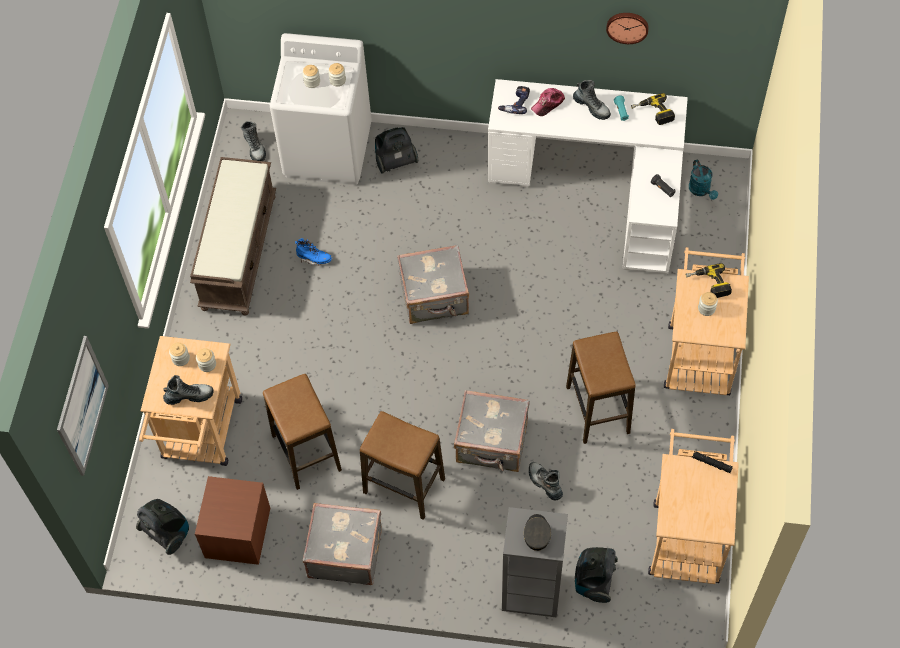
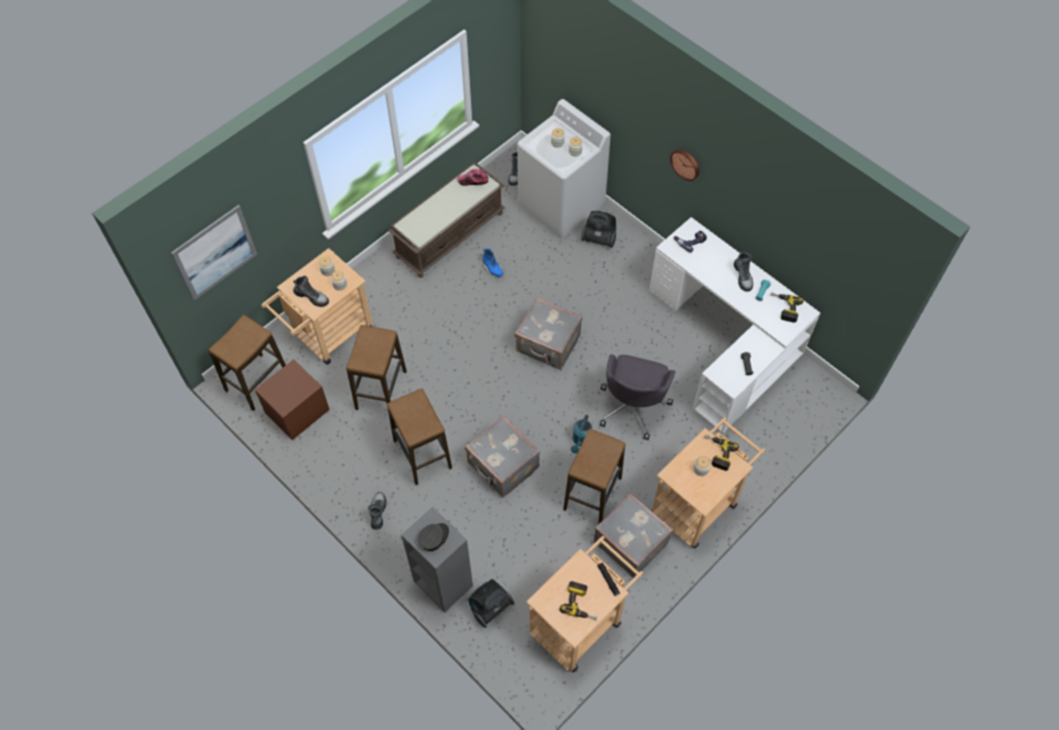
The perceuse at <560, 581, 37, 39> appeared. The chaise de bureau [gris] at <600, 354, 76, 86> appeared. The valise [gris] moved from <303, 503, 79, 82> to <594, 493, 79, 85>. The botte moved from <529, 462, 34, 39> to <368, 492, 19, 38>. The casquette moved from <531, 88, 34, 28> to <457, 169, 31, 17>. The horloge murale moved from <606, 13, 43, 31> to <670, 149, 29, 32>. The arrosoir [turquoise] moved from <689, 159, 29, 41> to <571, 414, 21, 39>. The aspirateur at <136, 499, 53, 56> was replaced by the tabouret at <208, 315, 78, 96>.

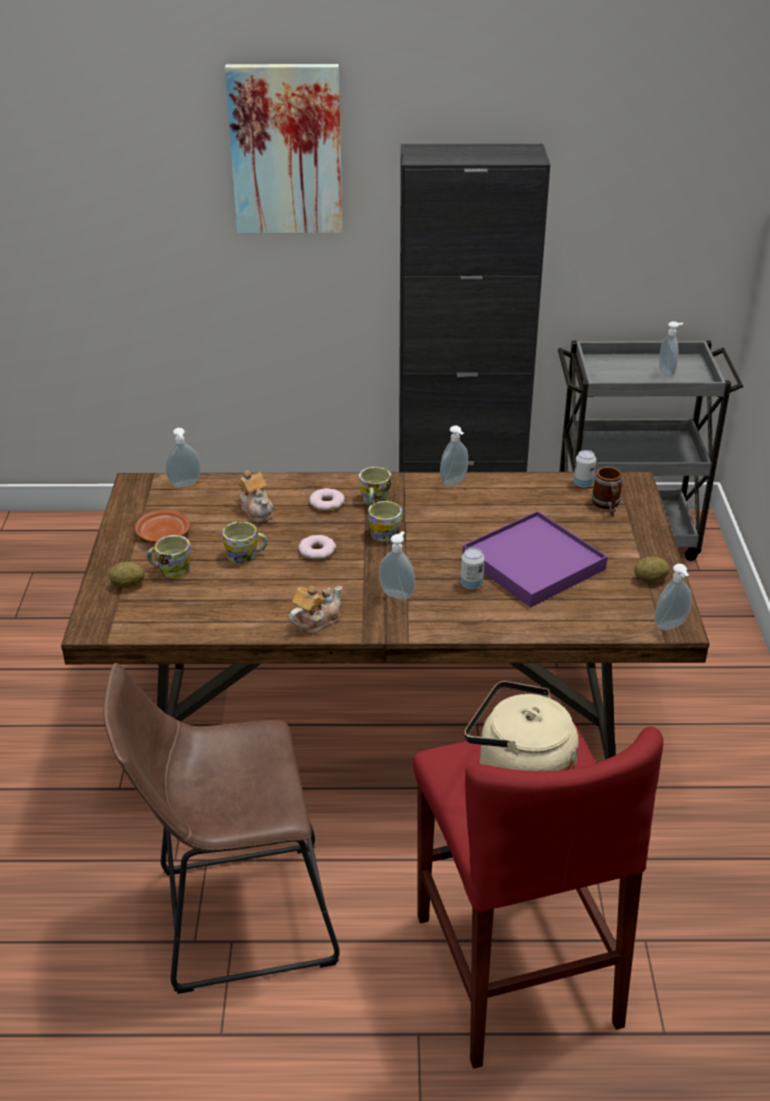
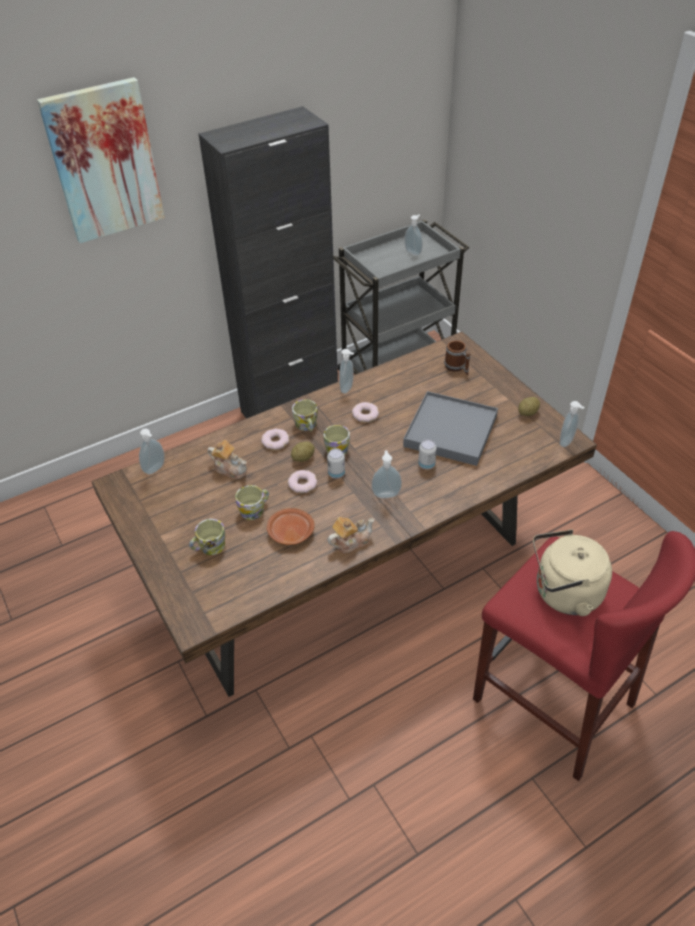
The tabouret [marron] at <104, 663, 236, 331> disappeared. The beignet at <352, 402, 27, 20> appeared. The pomme de terre moved from <108, 562, 37, 26> to <291, 441, 24, 21>. The assiette [marron] moved from <135, 510, 55, 33> to <267, 508, 48, 37>. The boîte métallique moved from <574, 450, 22, 38> to <327, 448, 18, 31>. The plateau [violet] at <462, 511, 146, 96> became the plateau [gris] at <403, 391, 95, 75>. The théière at <289, 586, 53, 48> turned 45 degrees clockwise.

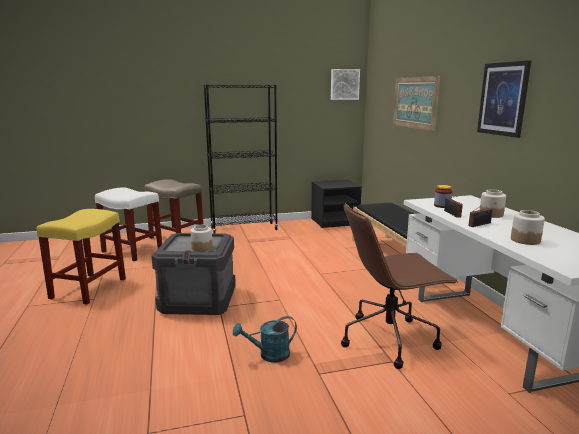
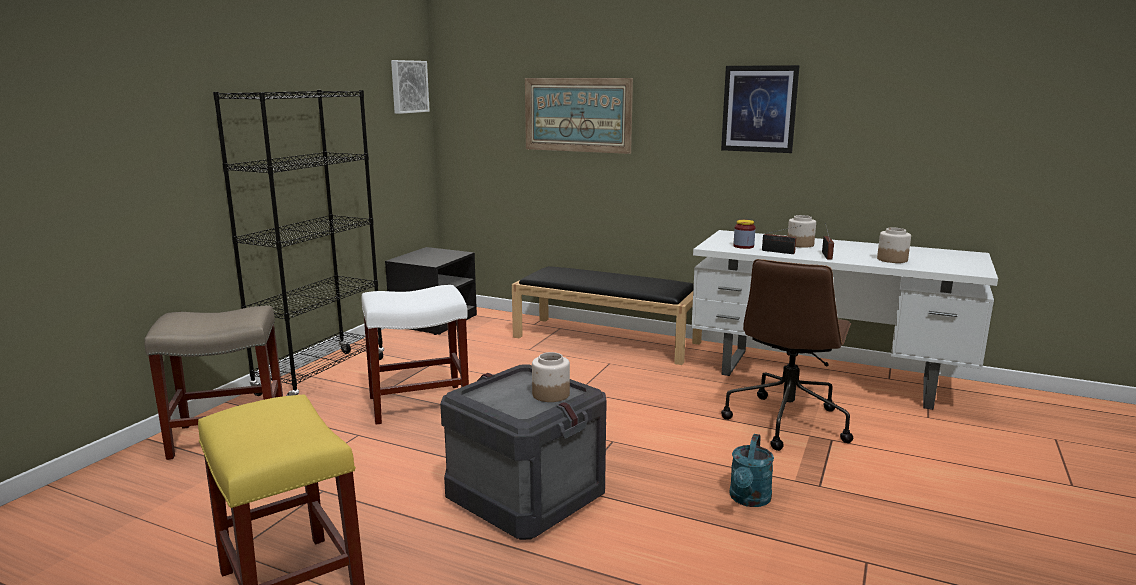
The tabouret [blanc] moved from <95, 188, 67, 73> to <361, 285, 108, 140>.

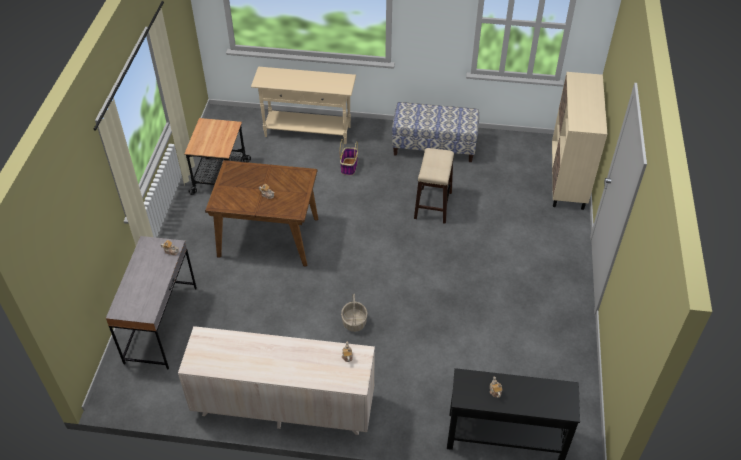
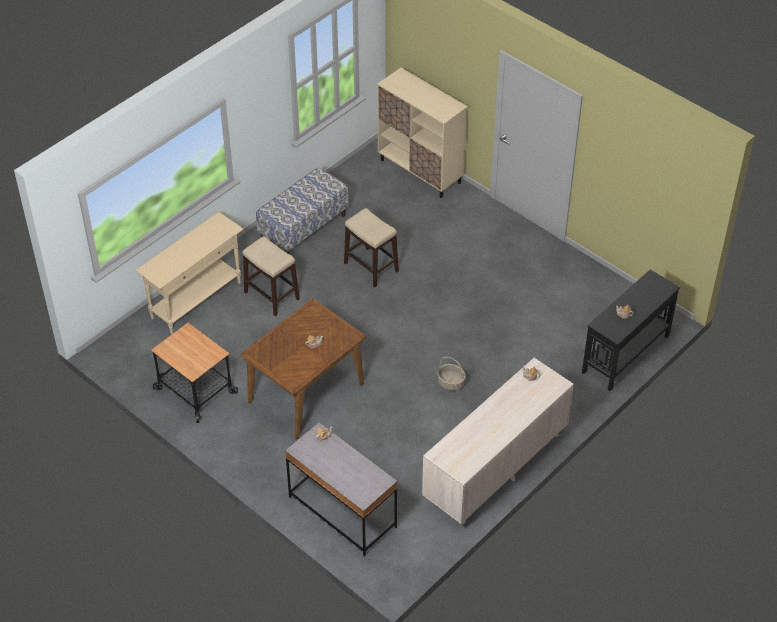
The panier at <340, 139, 18, 36> was replaced by the tabouret at <242, 236, 58, 80>.

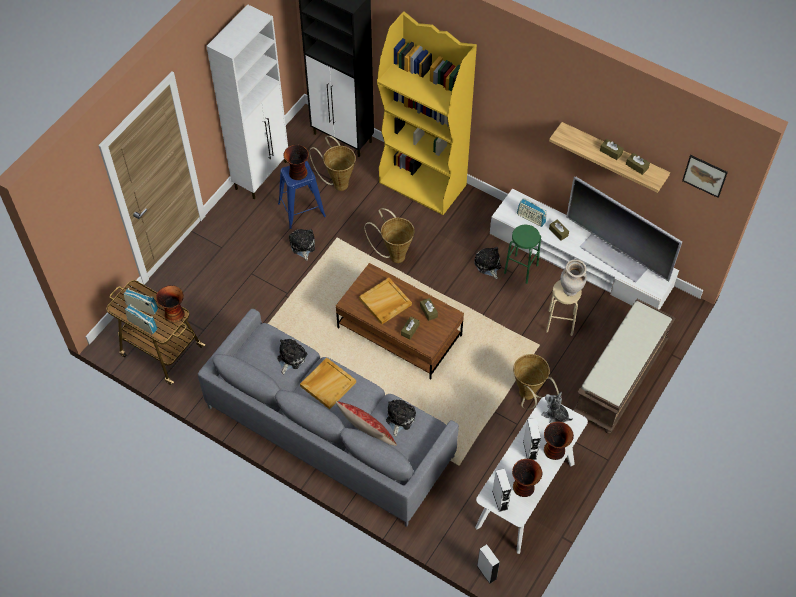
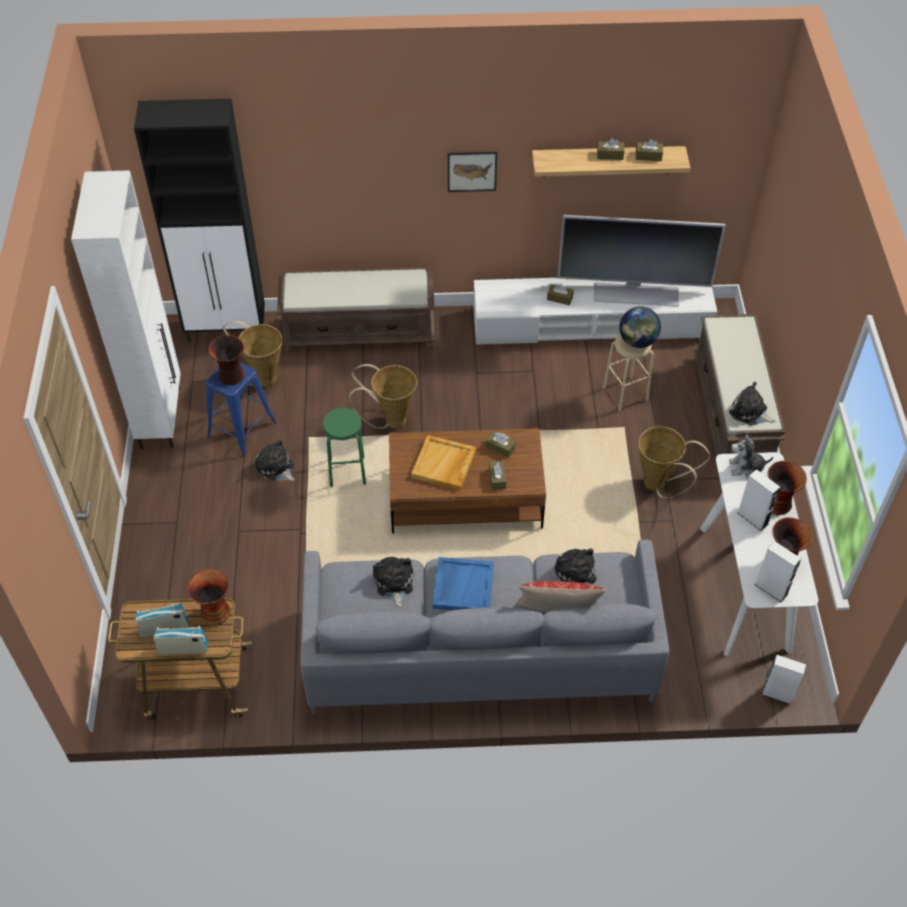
The radio at <517, 198, 30, 29> disappeared. The peluche moved from <474, 247, 27, 32> to <729, 382, 46, 44>. The tabouret [vert] moved from <504, 225, 37, 59> to <323, 408, 43, 79>. The tableau moved from <682, 155, 46, 43> to <448, 151, 49, 41>. The bibliothèque [jaune] at <377, 11, 100, 204> was replaced by the banc [marron] at <277, 267, 158, 85>. The vase [beige] at <560, 259, 27, 37> was replaced by the globe at <619, 306, 42, 42>. The plateau [beige] at <300, 358, 56, 51> became the plateau [bleu] at <433, 557, 61, 53>.

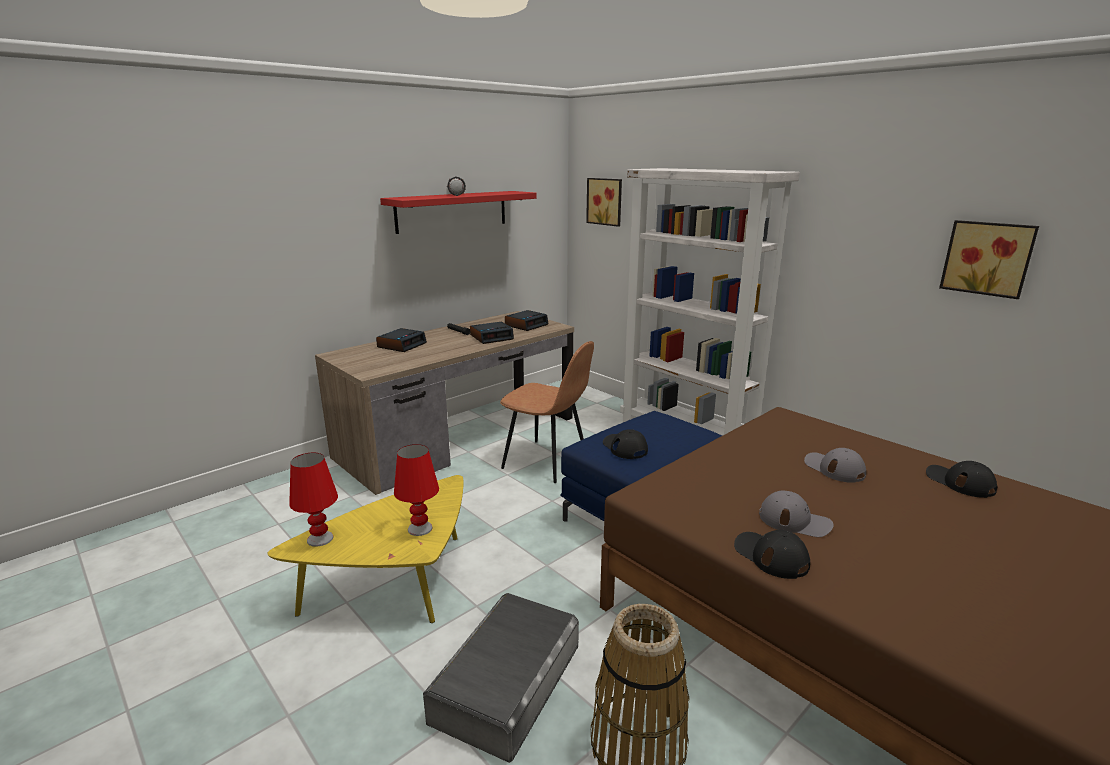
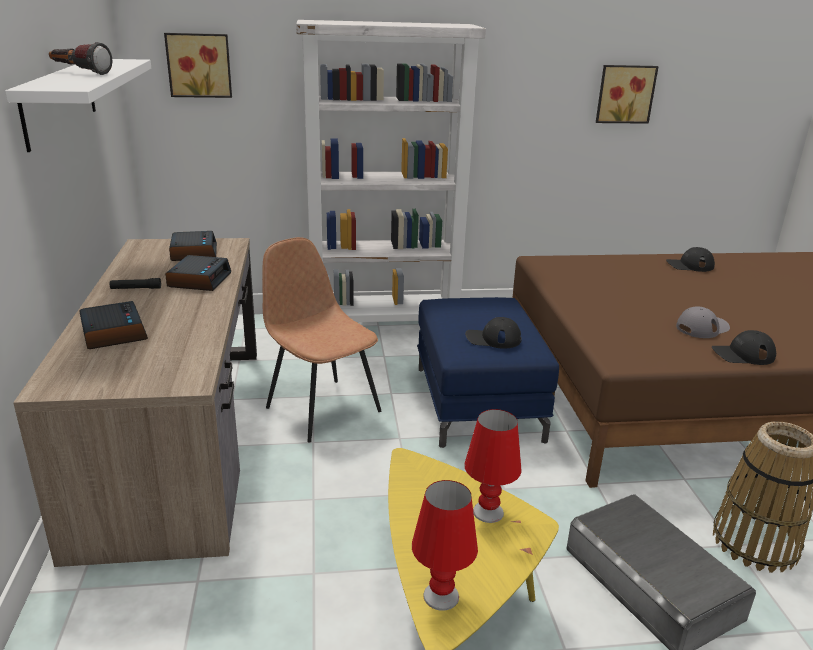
The casquette [gris] at <804, 448, 62, 35> disappeared. The étagère [rouge] at <380, 191, 157, 43> became the étagère [blanc] at <5, 59, 146, 93>. The chaise [marron] at <500, 341, 94, 142> turned 105 degrees counterclockwise.

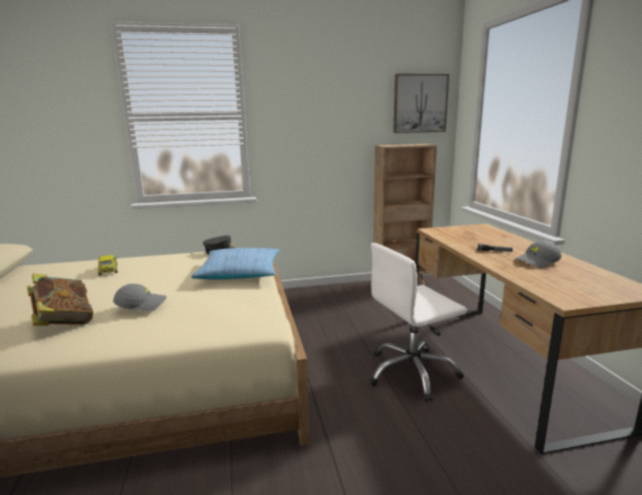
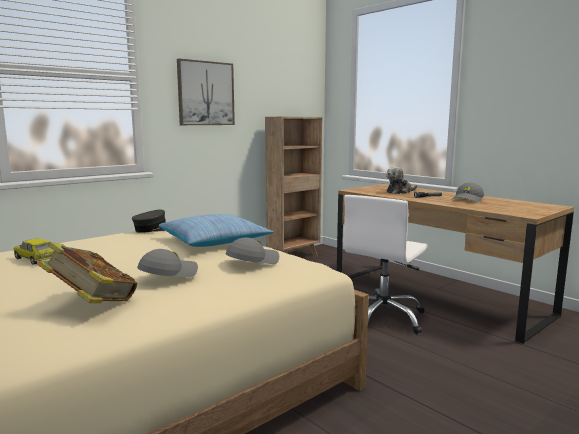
The casquette [gris] at <226, 237, 53, 27> appeared. The peluche at <386, 167, 31, 27> appeared. The tableau moved from <393, 74, 56, 59> to <177, 59, 58, 66>.

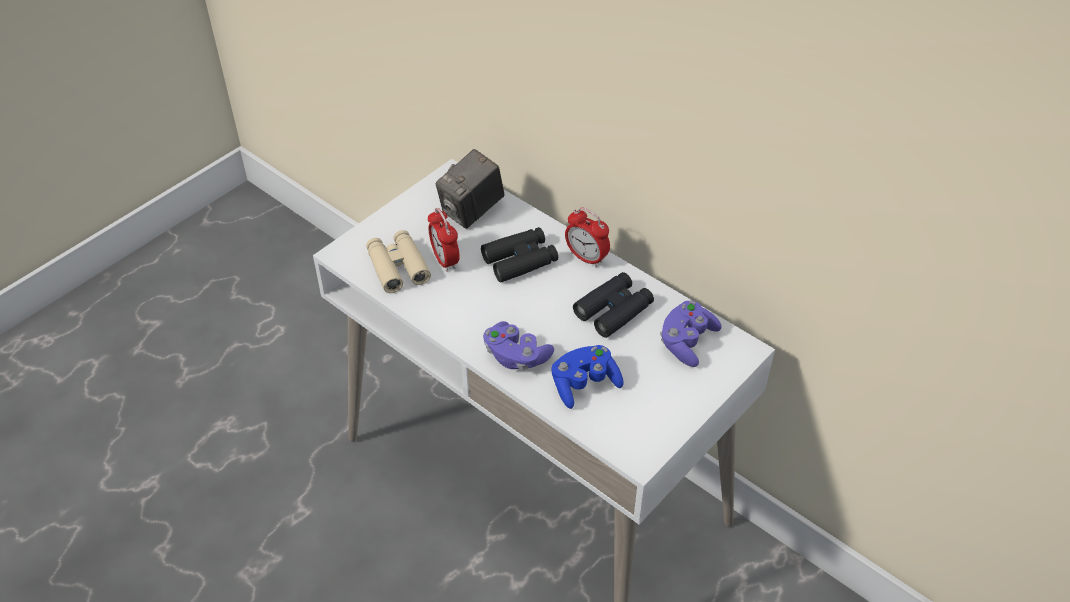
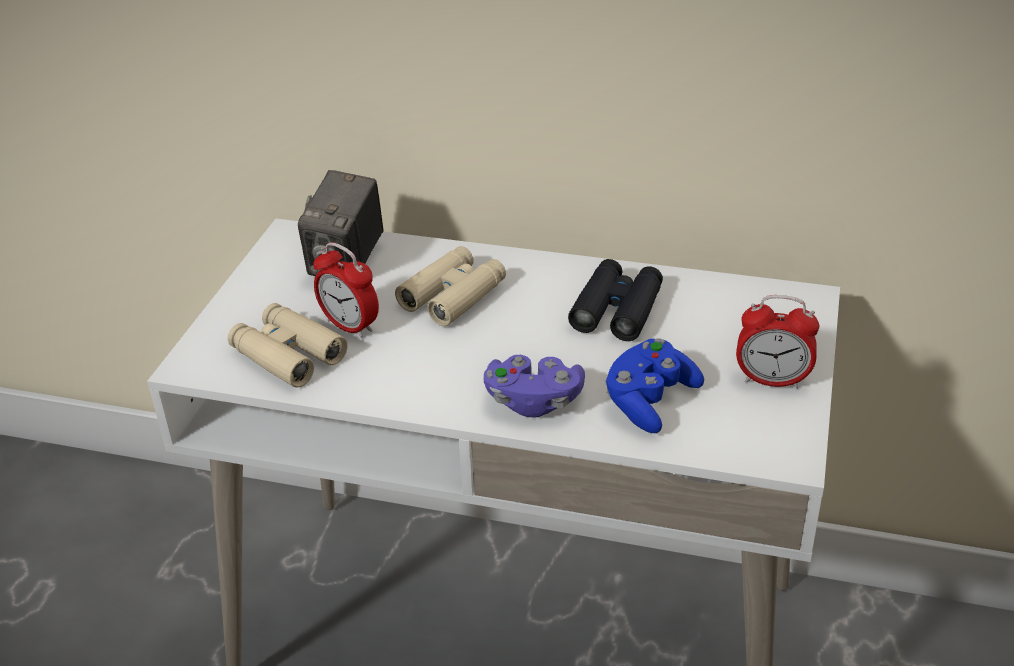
The manette [violet] at <660, 301, 62, 66> disappeared. The réveil moved from <565, 207, 45, 60> to <736, 295, 83, 94>. The jumelles [noir] at <481, 227, 77, 56> became the jumelles [beige] at <395, 246, 111, 80>.

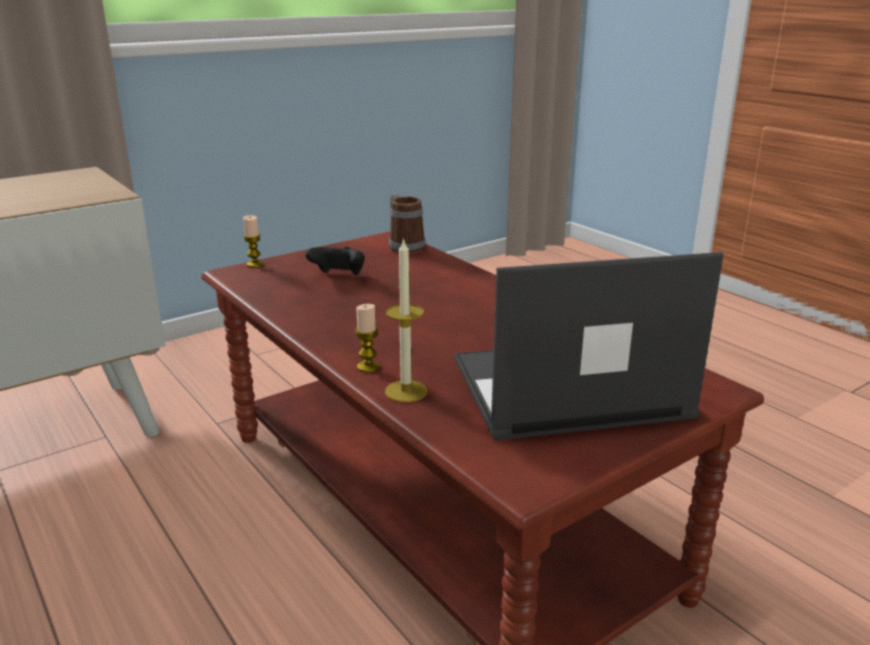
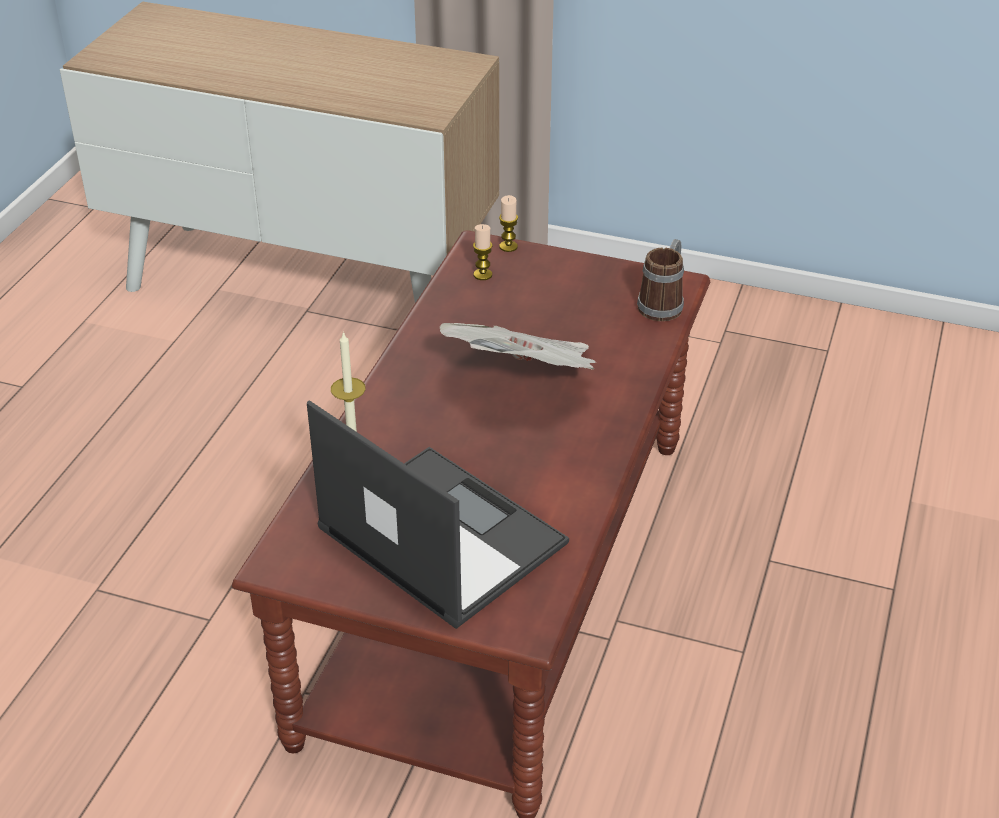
The manette [noir] at <305, 247, 60, 28> disappeared. The journal at <440, 323, 156, 46> appeared. The bougie moved from <355, 304, 24, 68> to <473, 224, 19, 56>.

